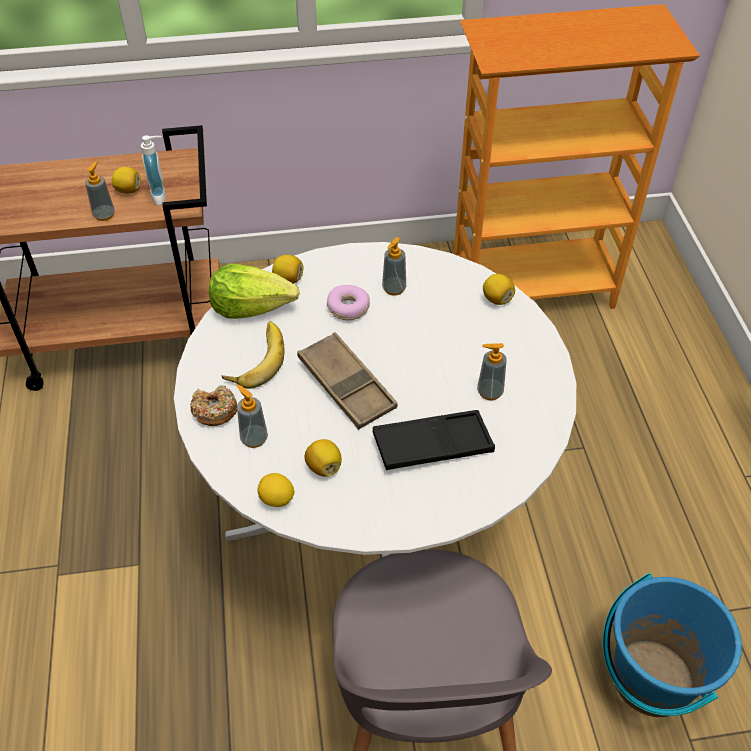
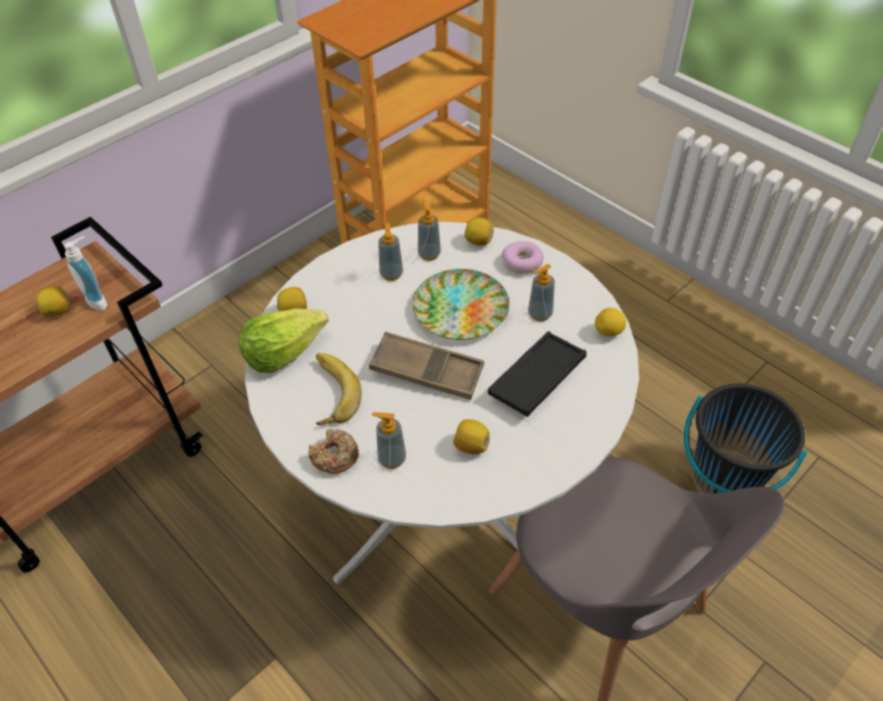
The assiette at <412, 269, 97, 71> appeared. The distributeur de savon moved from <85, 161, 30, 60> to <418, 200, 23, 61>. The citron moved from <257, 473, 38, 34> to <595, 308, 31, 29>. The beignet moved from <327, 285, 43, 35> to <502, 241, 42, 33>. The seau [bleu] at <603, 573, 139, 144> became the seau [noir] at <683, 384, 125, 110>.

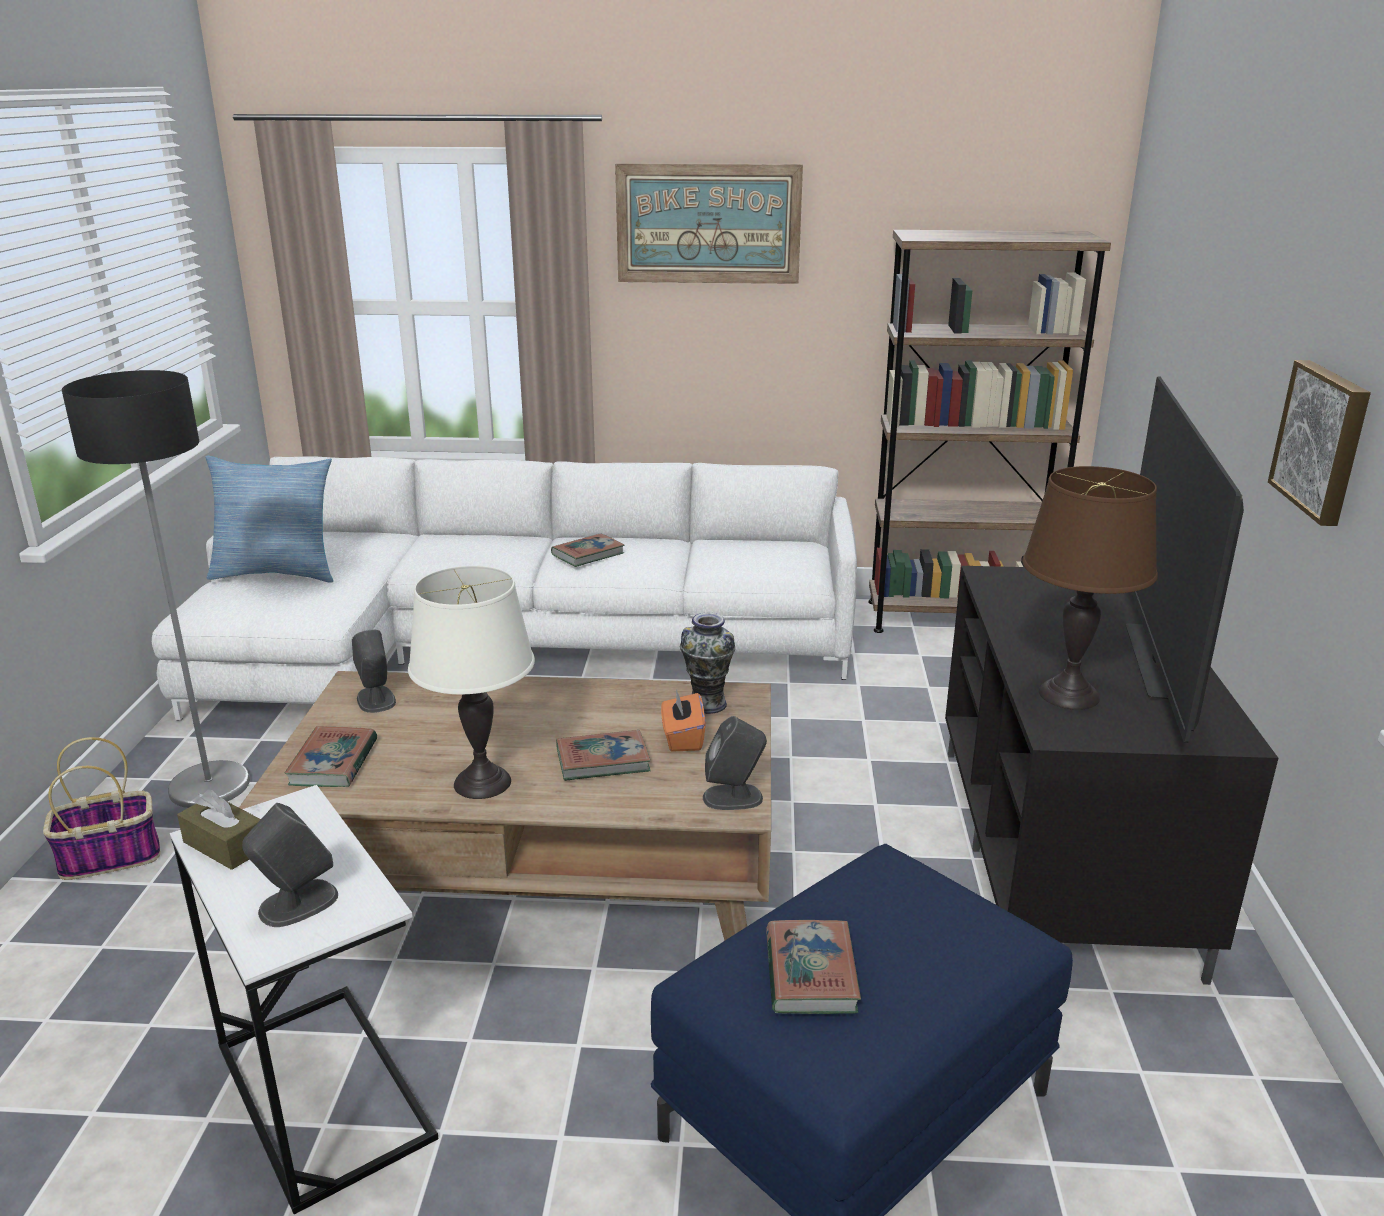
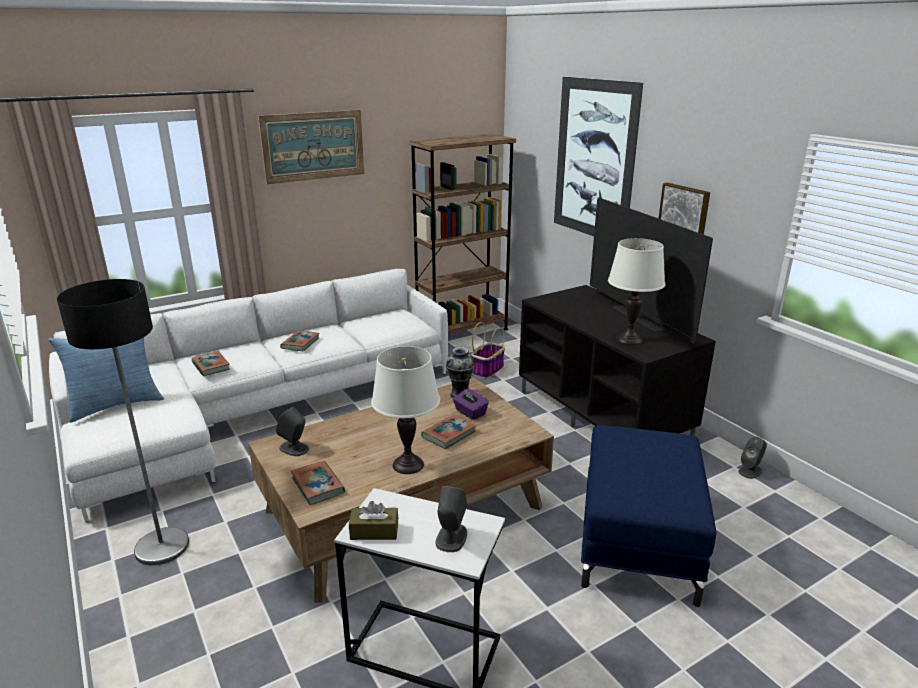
The tableau at <554, 77, 89, 159> appeared. The panier moved from <43, 737, 117, 143> to <471, 322, 34, 57>. The enceinte [gris] moved from <703, 716, 64, 94> to <738, 436, 29, 43>. The livre moved from <766, 920, 95, 94> to <192, 351, 38, 25>. The boîte à mouchoirs [orange] at <661, 689, 44, 63> became the boîte à mouchoirs [violet] at <453, 389, 36, 31>. The lampe de table [marron] at <1022, 466, 136, 244> became the lampe de table [blanc] at <608, 238, 58, 107>.

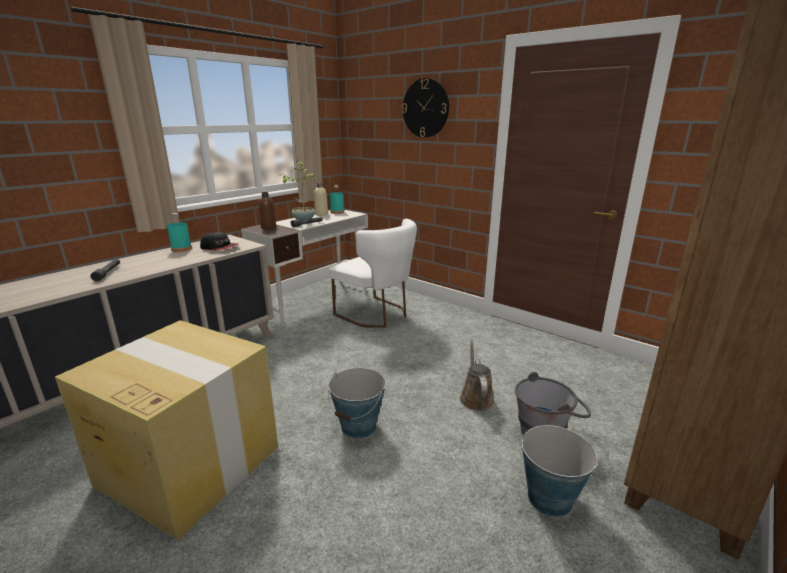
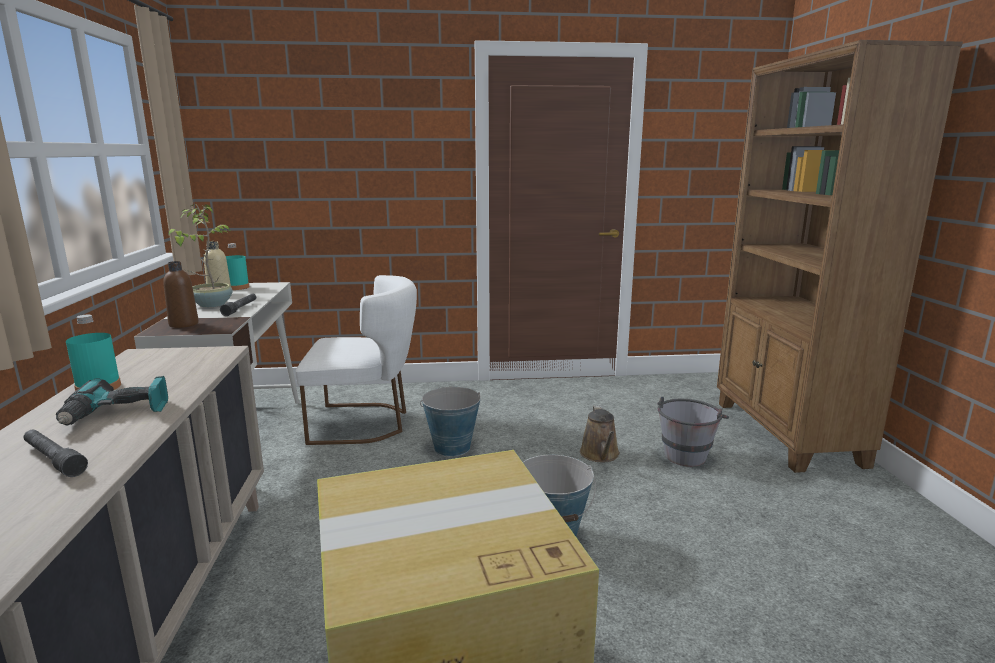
The casquette at <200, 232, 39, 18> disappeared. The horloge murale at <402, 78, 47, 60> disappeared. The perceuse at <56, 376, 112, 49> appeared. The seau moved from <522, 425, 76, 92> to <420, 387, 61, 69>. The arrosoir [marron] at <460, 339, 34, 72> turned 135 degrees counterclockwise.

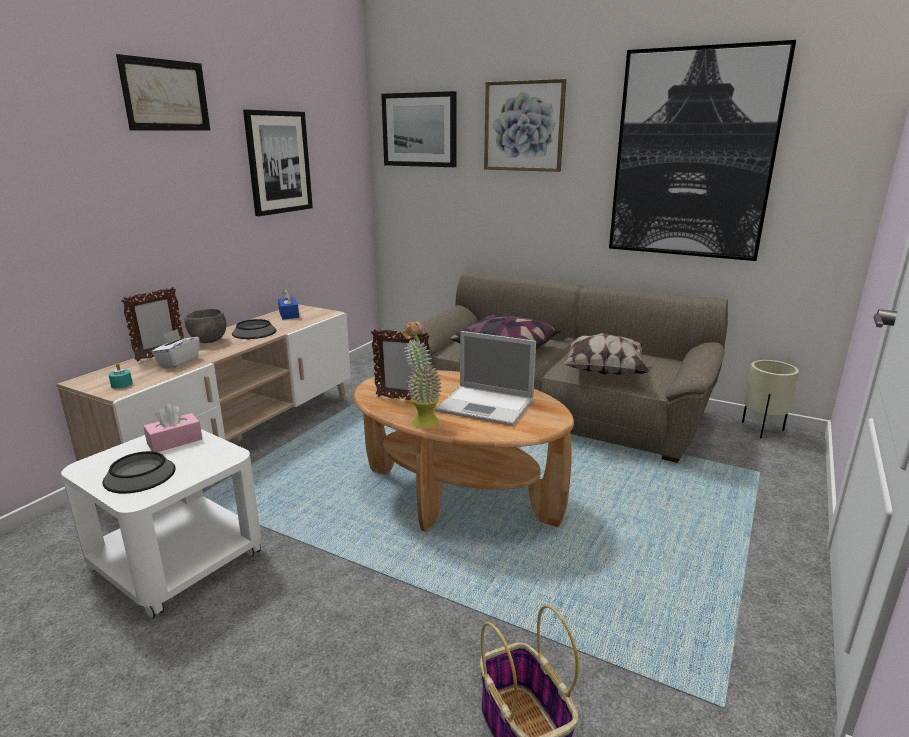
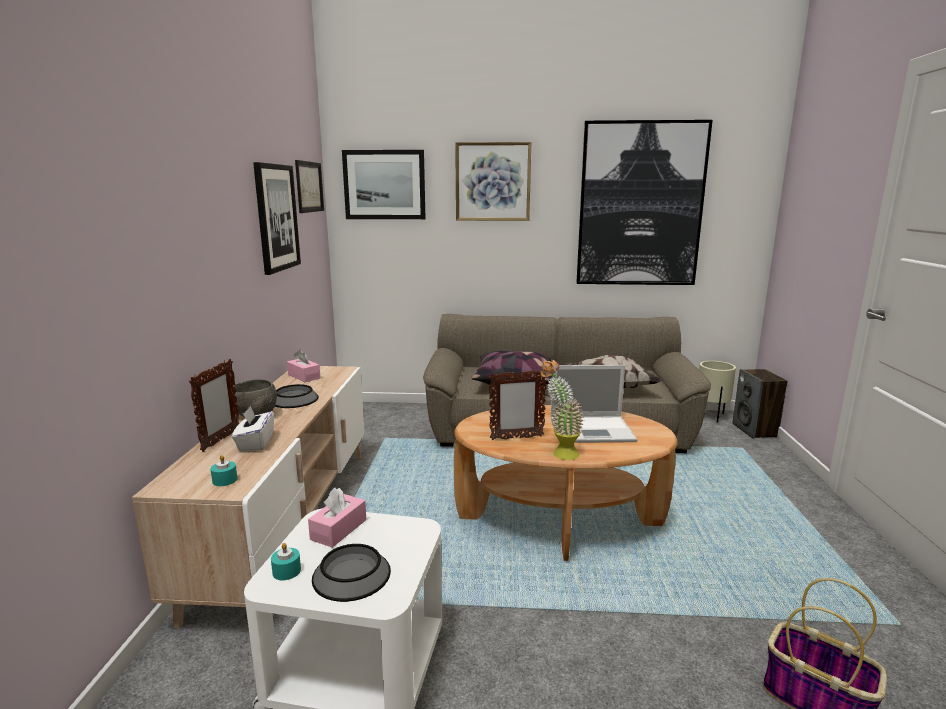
The bougie [turquoise] at <271, 543, 30, 37> appeared. The enceinte at <732, 369, 56, 69> appeared. The tableau moved from <116, 54, 94, 77> to <295, 160, 29, 53>. The boîte à mouchoirs [bleu] at <278, 289, 21, 30> became the boîte à mouchoirs [rose] at <287, 350, 34, 32>.

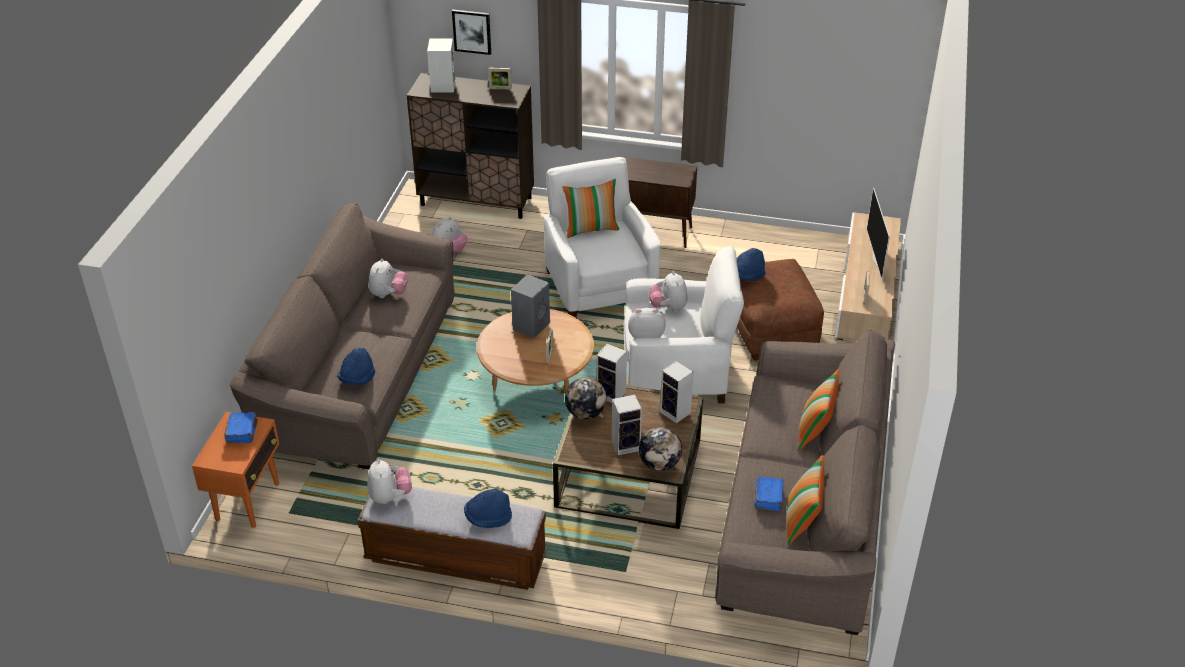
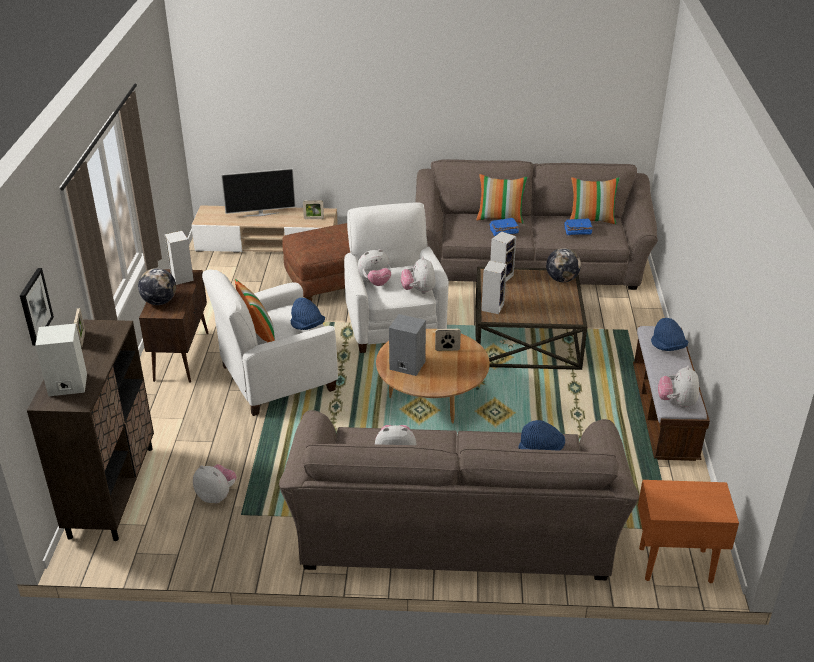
The livre [bleu] moved from <224, 412, 34, 31> to <490, 218, 29, 19>. The globe moved from <565, 377, 42, 43> to <138, 268, 38, 37>. The enceinte moved from <612, 395, 30, 60> to <165, 231, 29, 54>. The chapeau [bleu] moved from <737, 248, 28, 33> to <291, 298, 34, 32>. The peluche at <367, 459, 45, 45> turned 60 degrees counterclockwise.

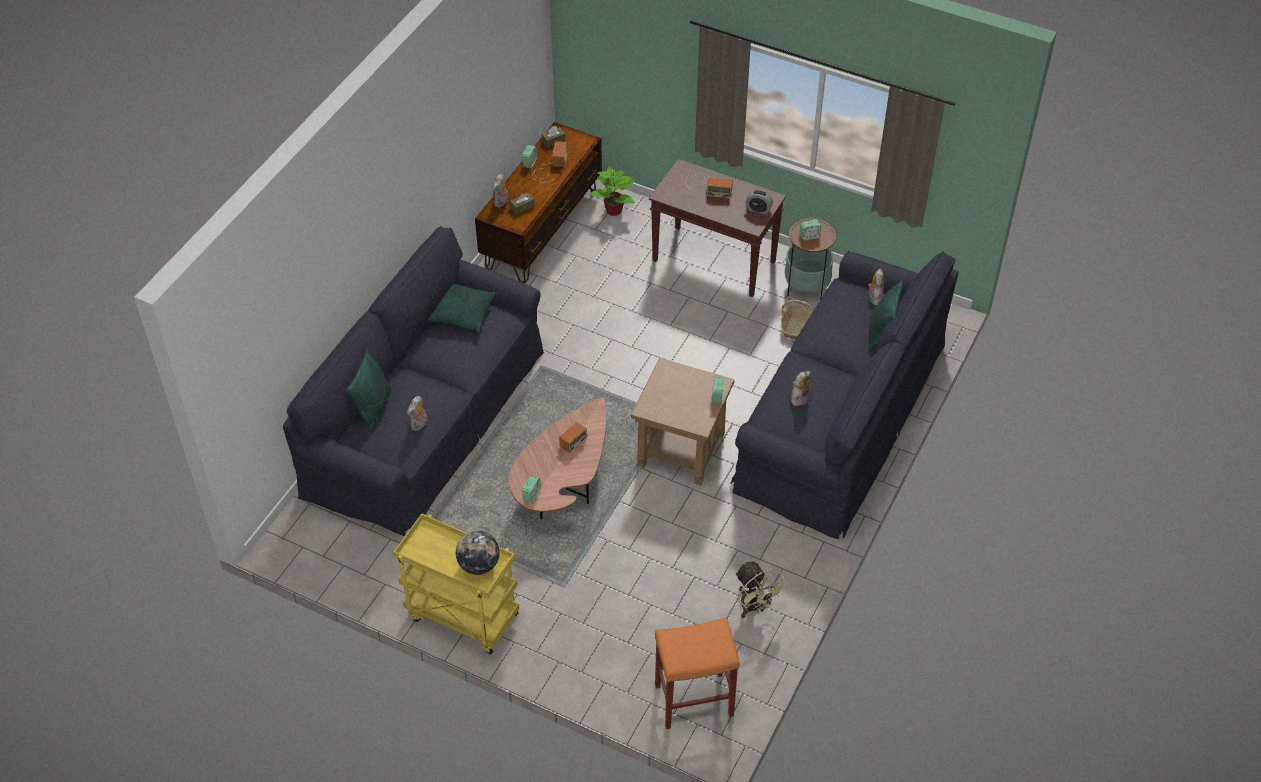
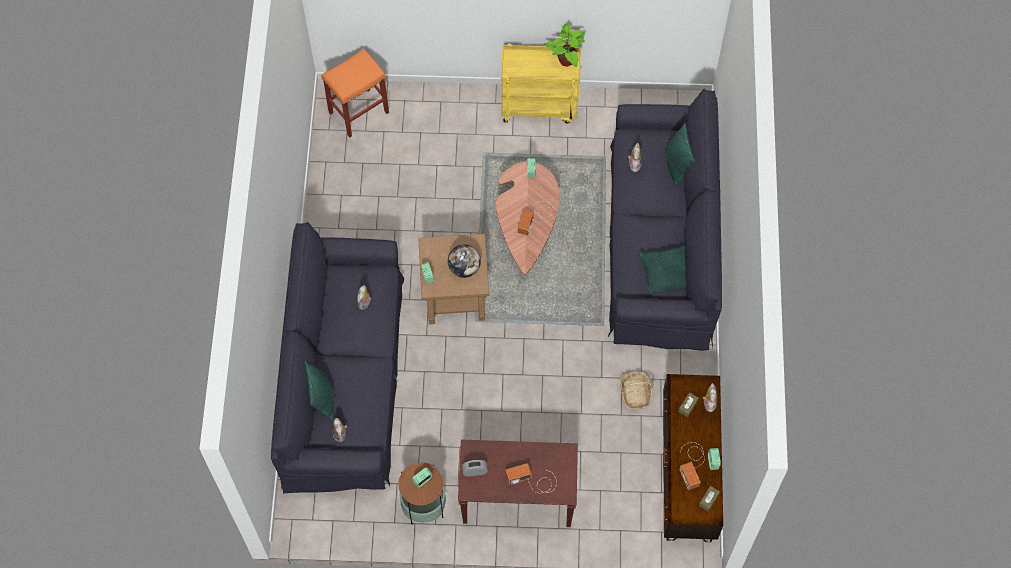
The ventilateur [beige] at <735, 561, 53, 57> disappeared. The globe moved from <456, 531, 44, 44> to <448, 244, 33, 34>. The plante en pot moved from <589, 166, 46, 50> to <544, 24, 41, 43>. The panier moved from <781, 300, 33, 39> to <620, 372, 34, 38>.

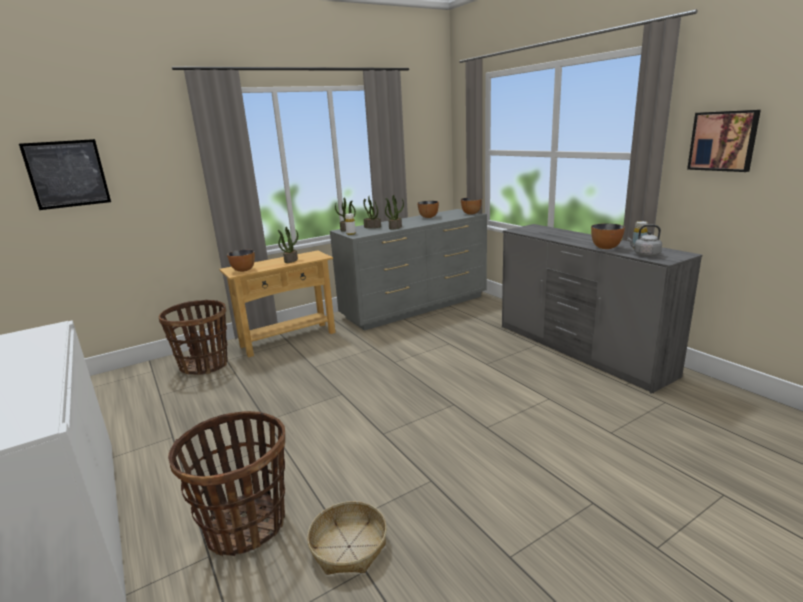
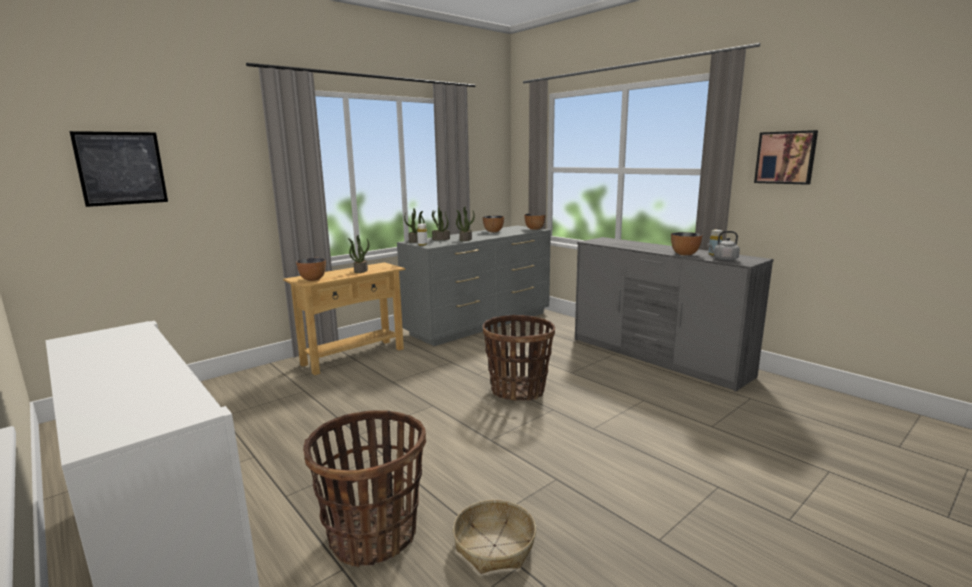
The panier moved from <159, 300, 69, 75> to <483, 315, 72, 86>.

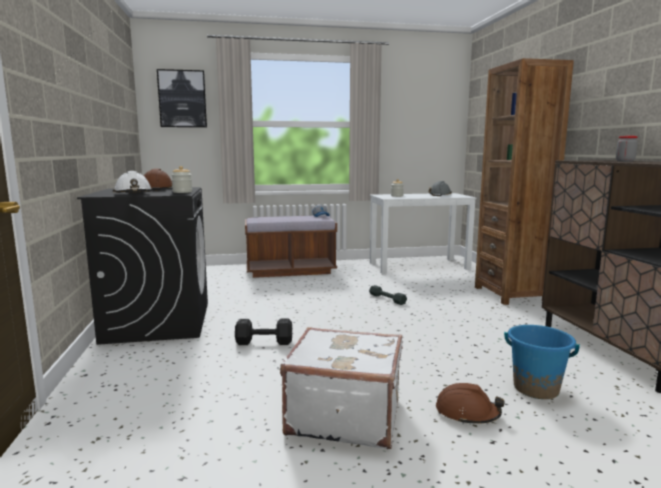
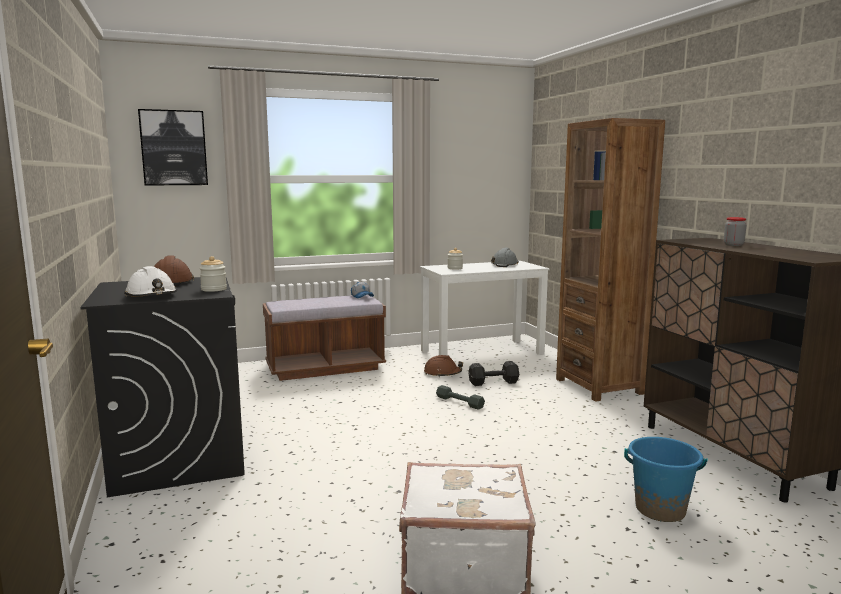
The haltère [noir] moved from <235, 318, 57, 27> to <468, 361, 51, 25>. The casque de chantier [marron] moved from <436, 383, 69, 42> to <424, 355, 39, 22>.

